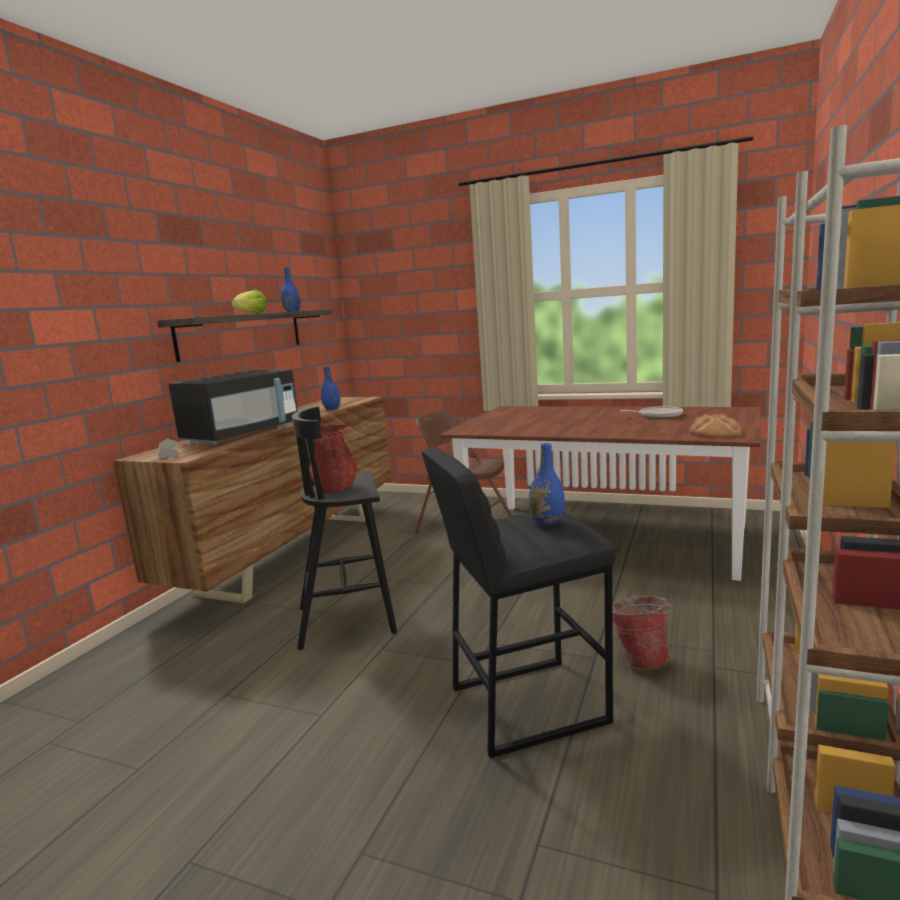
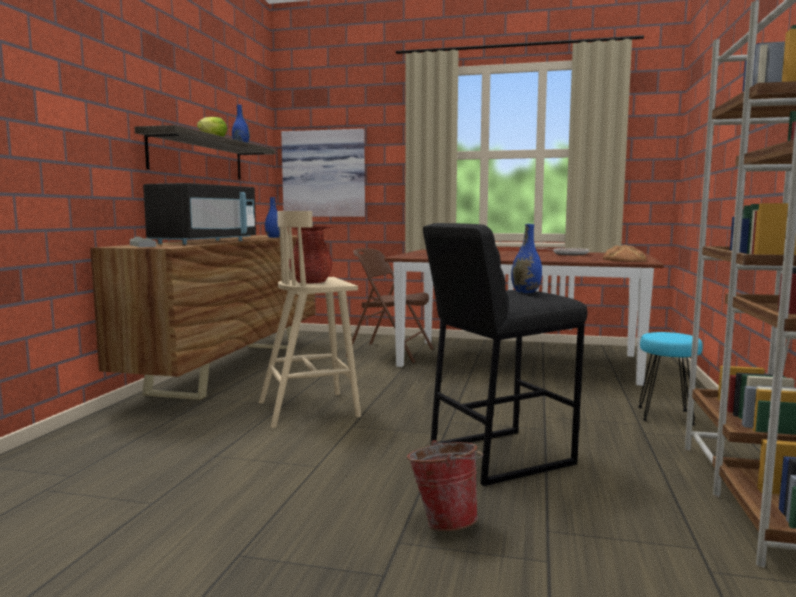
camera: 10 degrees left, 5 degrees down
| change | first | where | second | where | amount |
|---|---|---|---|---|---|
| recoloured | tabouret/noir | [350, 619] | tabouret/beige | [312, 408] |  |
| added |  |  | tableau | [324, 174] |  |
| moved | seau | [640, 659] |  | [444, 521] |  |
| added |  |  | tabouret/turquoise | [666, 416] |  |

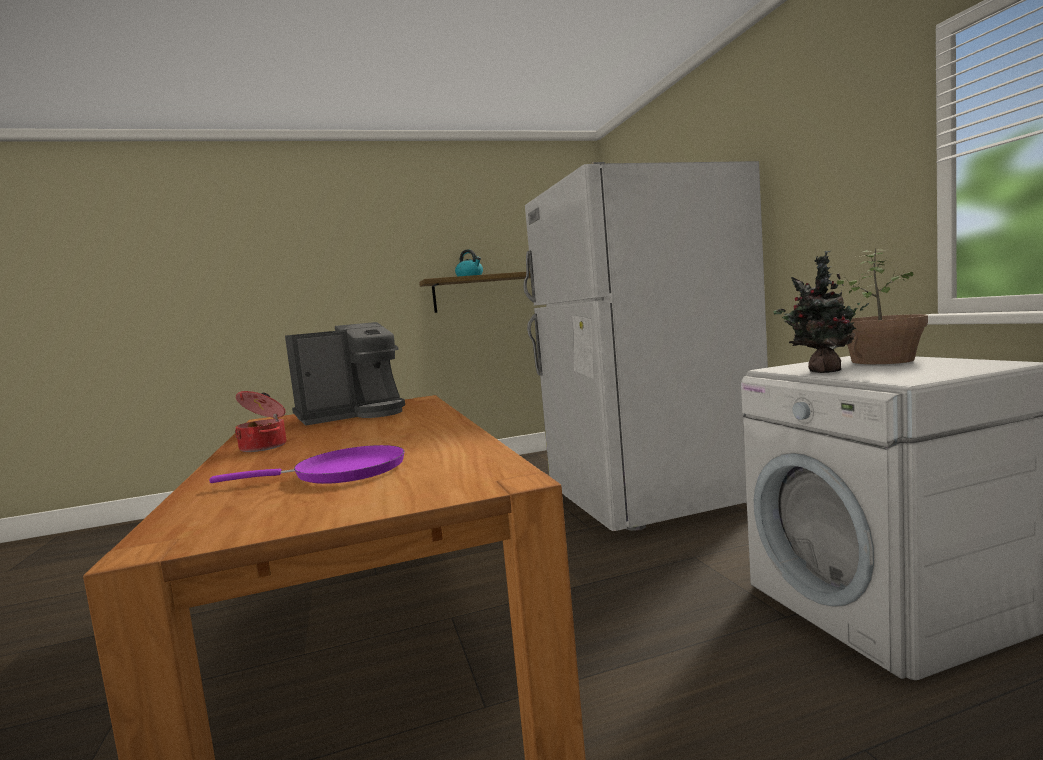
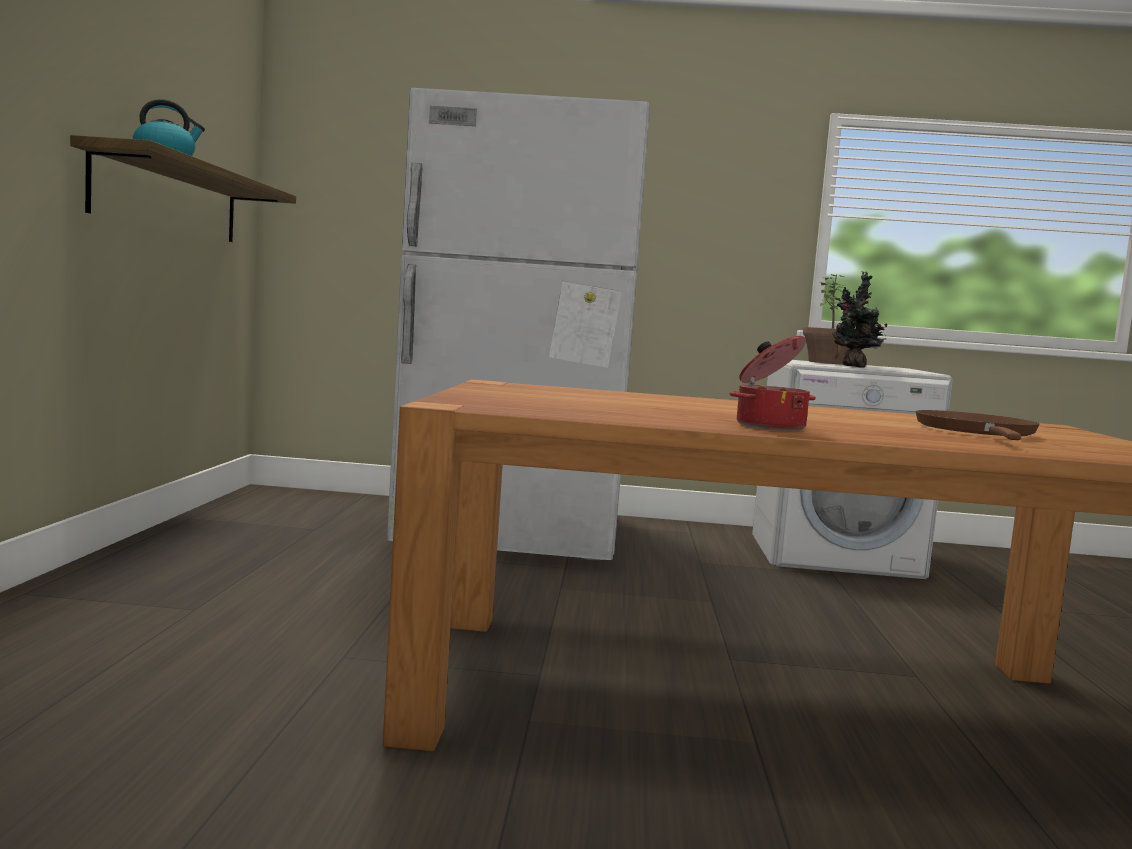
camera: 70 degrees left, 0 degrees up
| change | first | where | second | where | amount |
|---|---|---|---|---|---|
| recoloured | poêle/violet | [342, 472] | poêle/marron | [977, 432] |  |
| removed | machine à café | [353, 415] |  |  |  |

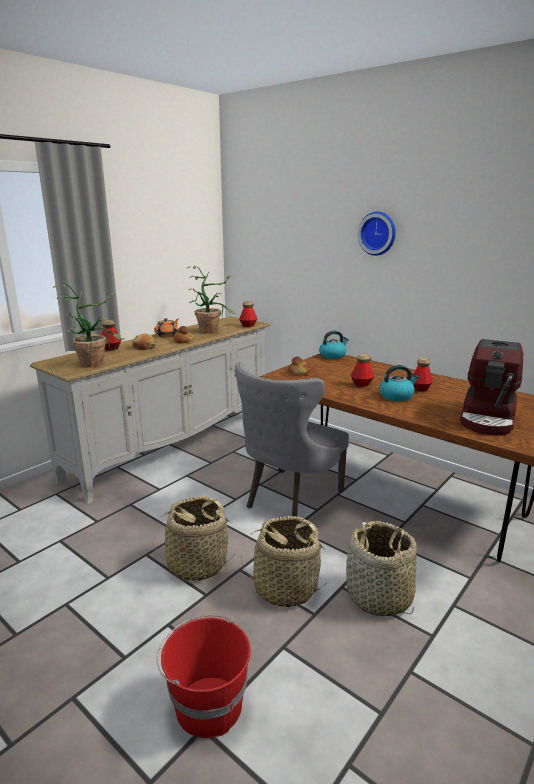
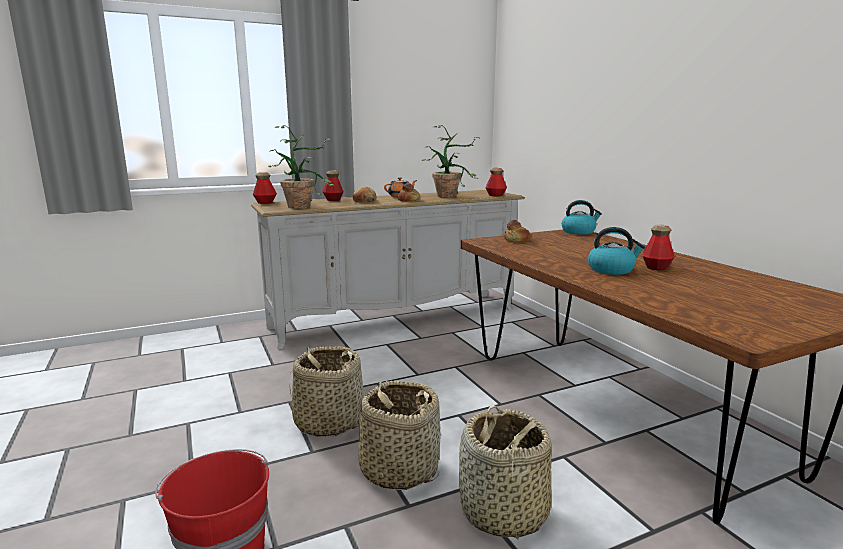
camera: 25 degrees right, 5 degrees down
| change | first | where | second | where | amount |
|---|---|---|---|---|---|
| moved | bouteille | [361, 384] |  | [265, 203] |  |
| removed | chaise/gris | [289, 499] |  |  |  |
| removed | horloge murale | [378, 233] |  |  |  |
| removed | machine à café | [488, 418] |  |  |  |

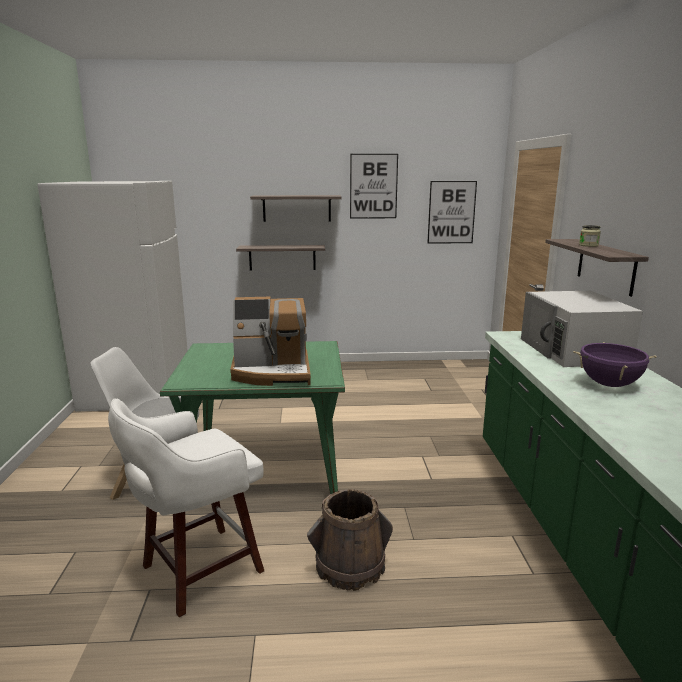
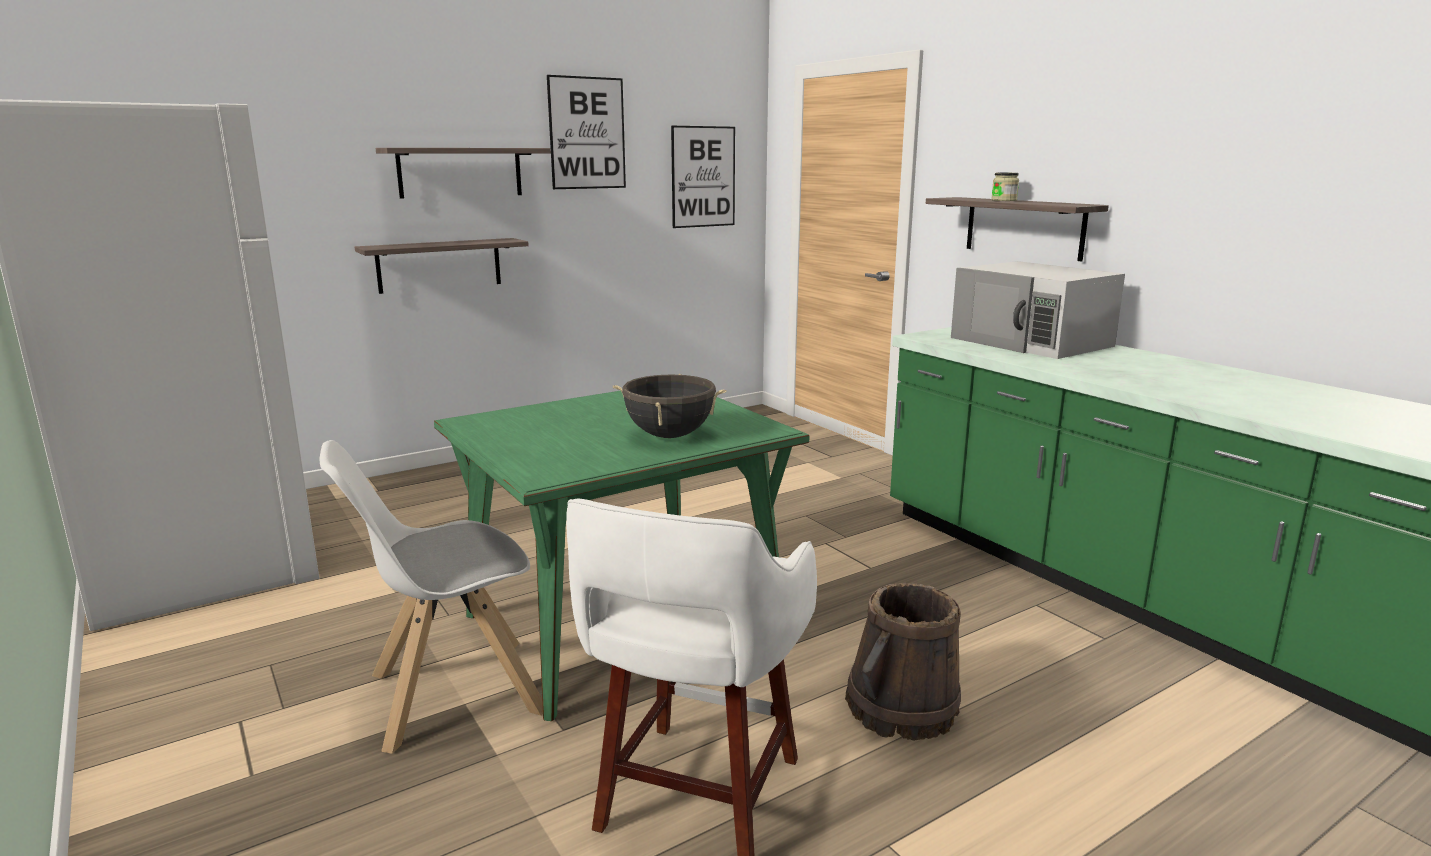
camera: 30 degrees left, 0 degrees up
| change | first | where | second | where | amount |
|---|---|---|---|---|---|
| replaced | machine à café | [272, 373] | marmite/noir | [669, 435] |  |
| removed | marmite/violet | [609, 384] |  |  |  |

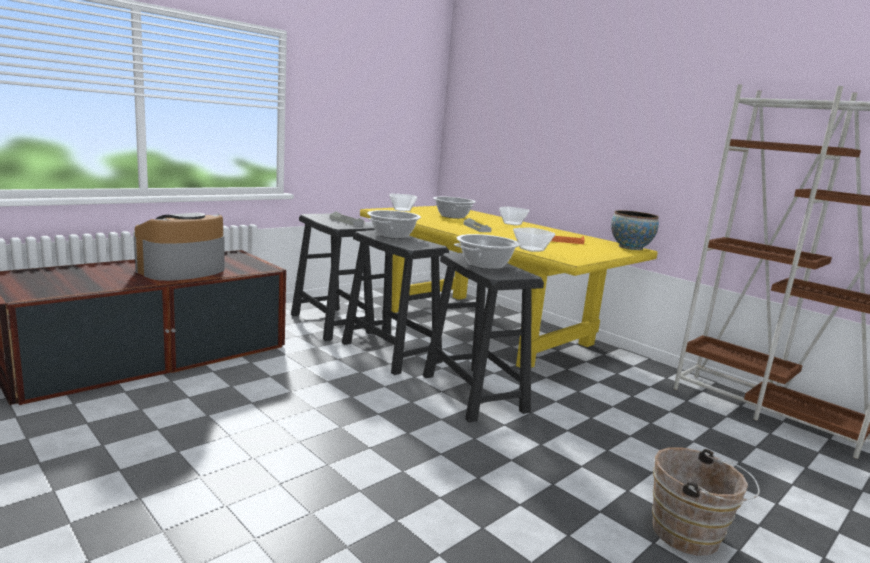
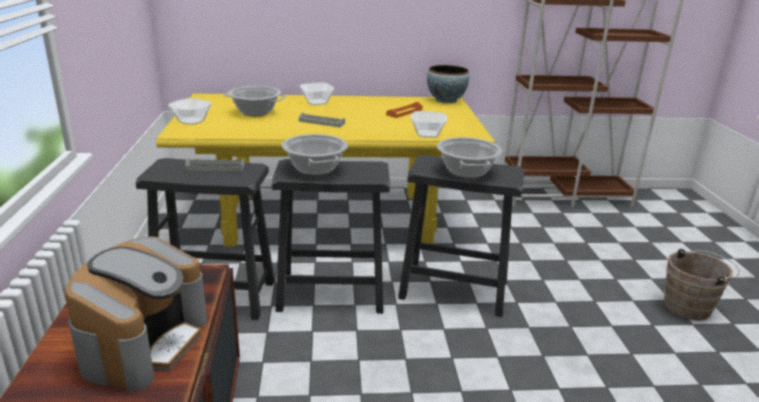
camera: 50 degrees left, 10 degrees up
| change | first | where | second | where | amount |
|---|---|---|---|---|---|
| turned | machine à café | [182, 271] |  | [144, 342] | 150 degrees counterclockwise |

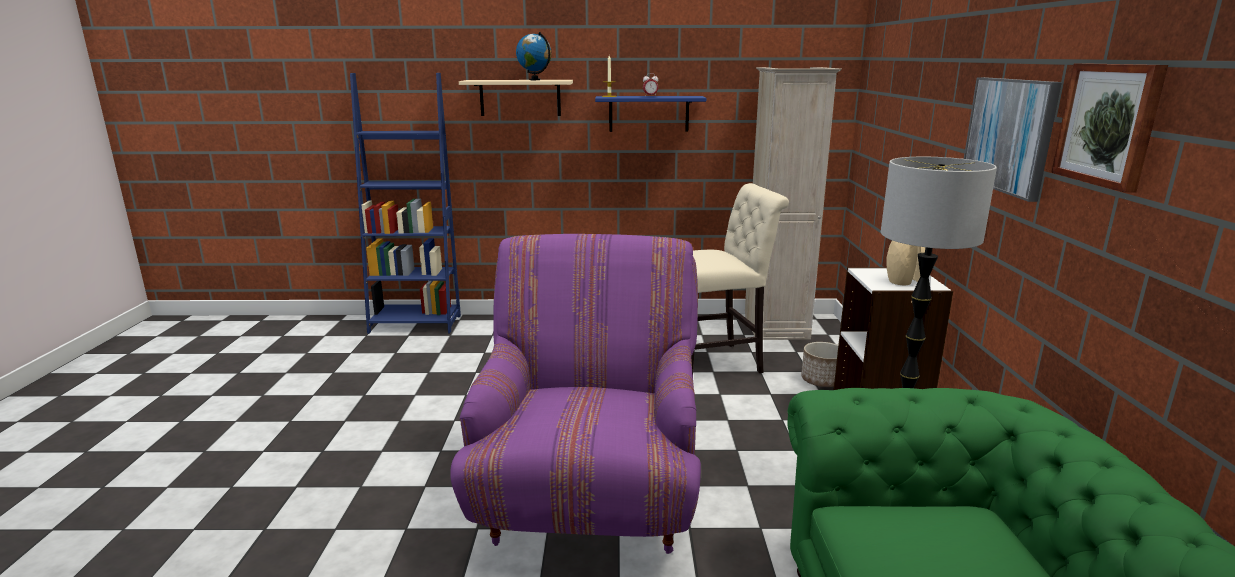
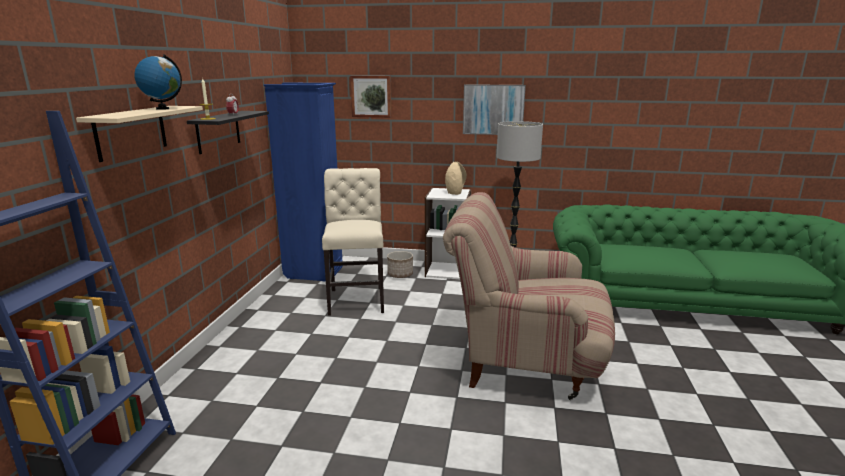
camera: 80 degrees left, 0 degrees up
| change | first | where | second | where | amount |
|---|---|---|---|---|---|
| recoloured | étagère/bleu | [649, 113] | étagère/noir | [218, 131] |  |
| recoloured | meuble de rangement/beige | [777, 327] | meuble de rangement/bleu | [314, 272] |  |
| moved | tableau | [1109, 124] |  | [371, 96] |  |
| recoloured | fauteuil/violet | [589, 502] | fauteuil/beige | [524, 362] |  |

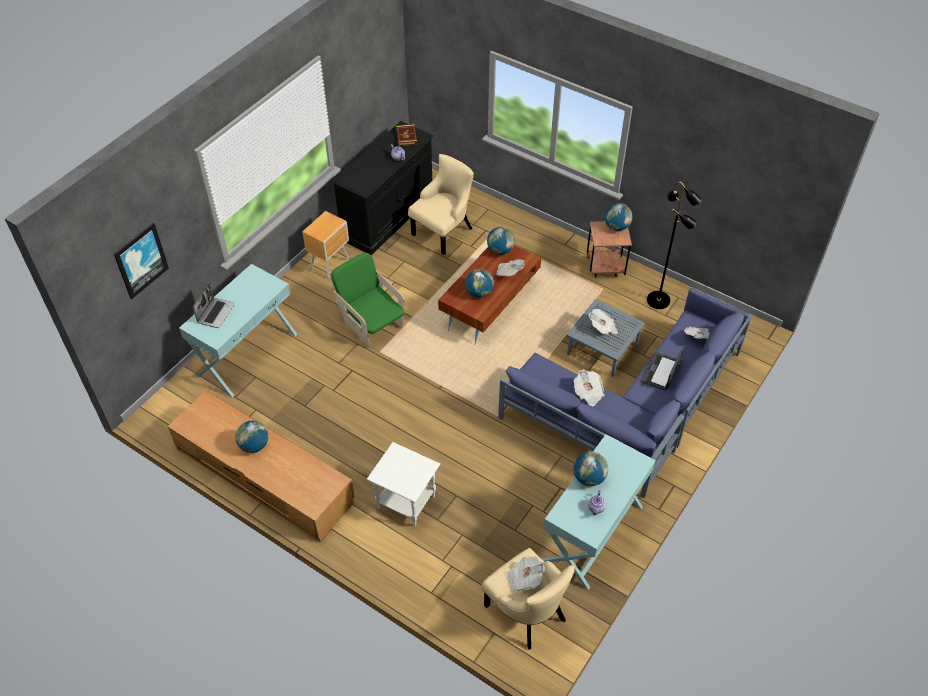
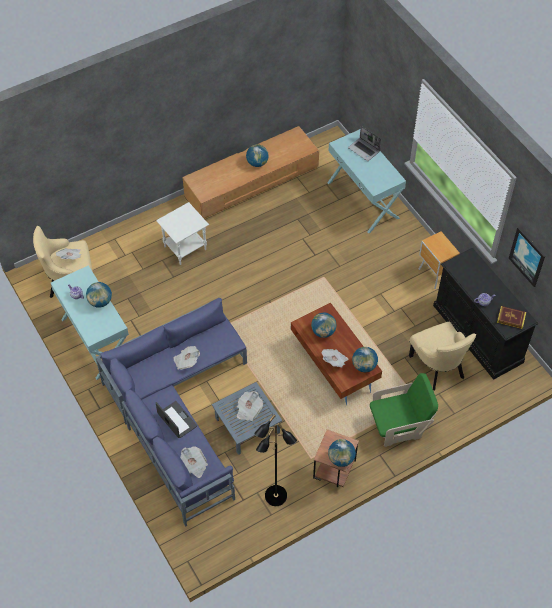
camera: 115 degrees right, 5 degrees up
| change | first | where | second | where | amount |
|---|---|---|---|---|---|
| moved | fauteuil/vert | [371, 324] |  | [399, 425] |  |
| moved | tableau | [140, 260] |  | [527, 256] |  |

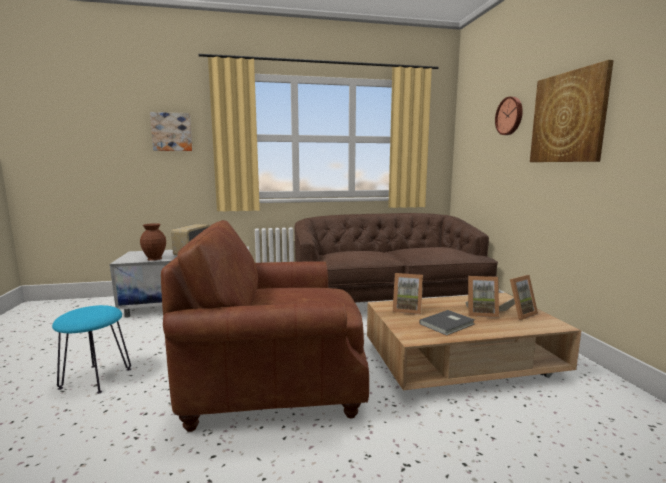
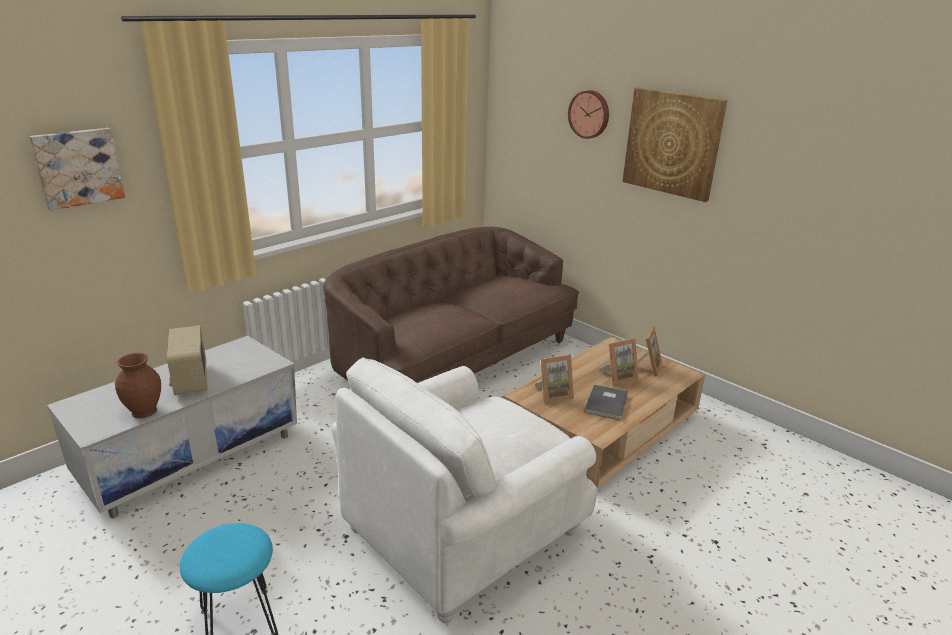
camera: 35 degrees left, 15 degrees up
| change | first | where | second | where | amount |
|---|---|---|---|---|---|
| recoloured | fauteuil/marron | [274, 384] | fauteuil/blanc | [464, 531] |  |

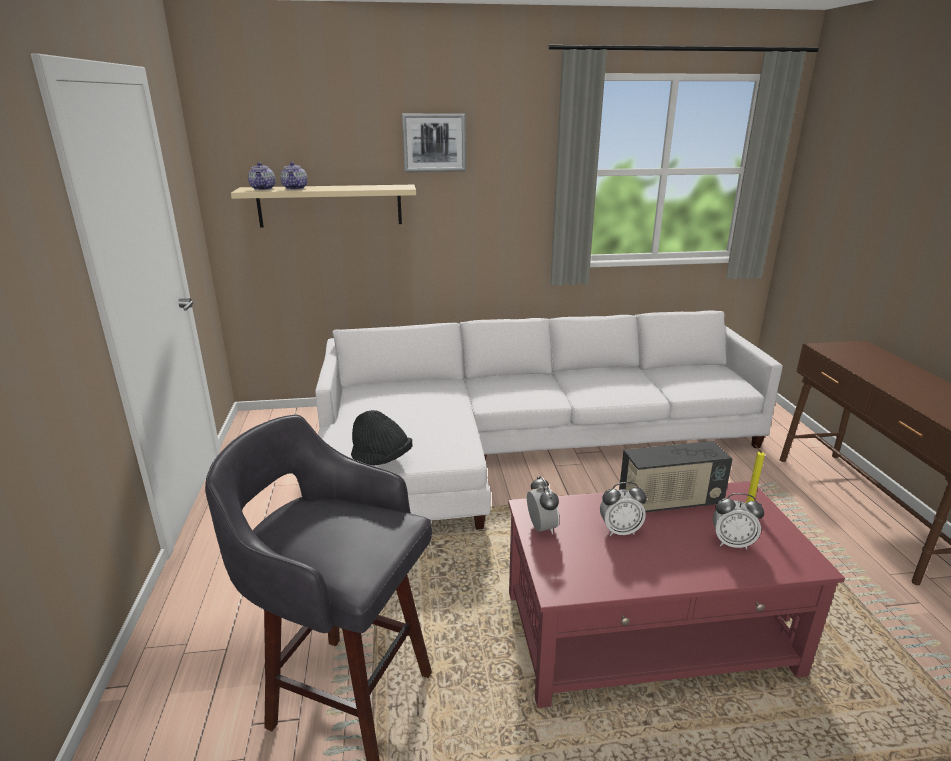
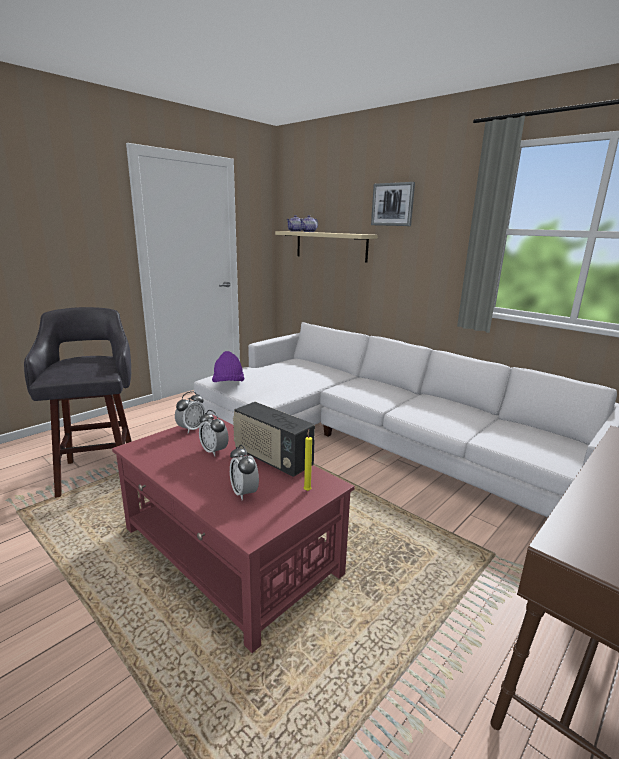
camera: 50 degrees right, 5 degrees down
| change | first | where | second | where | amount |
|---|---|---|---|---|---|
| recoloured | chapeau/noir | [381, 459] | chapeau/violet | [228, 384] |  |

